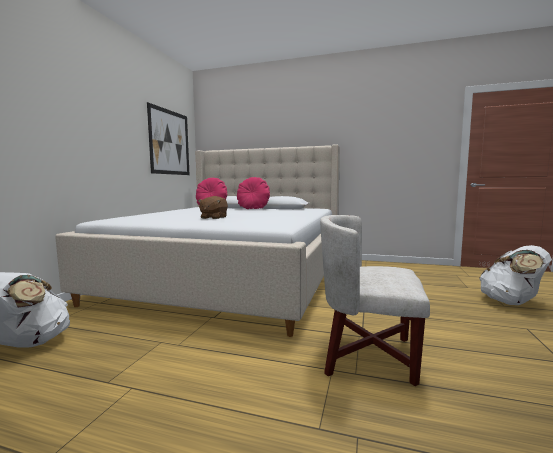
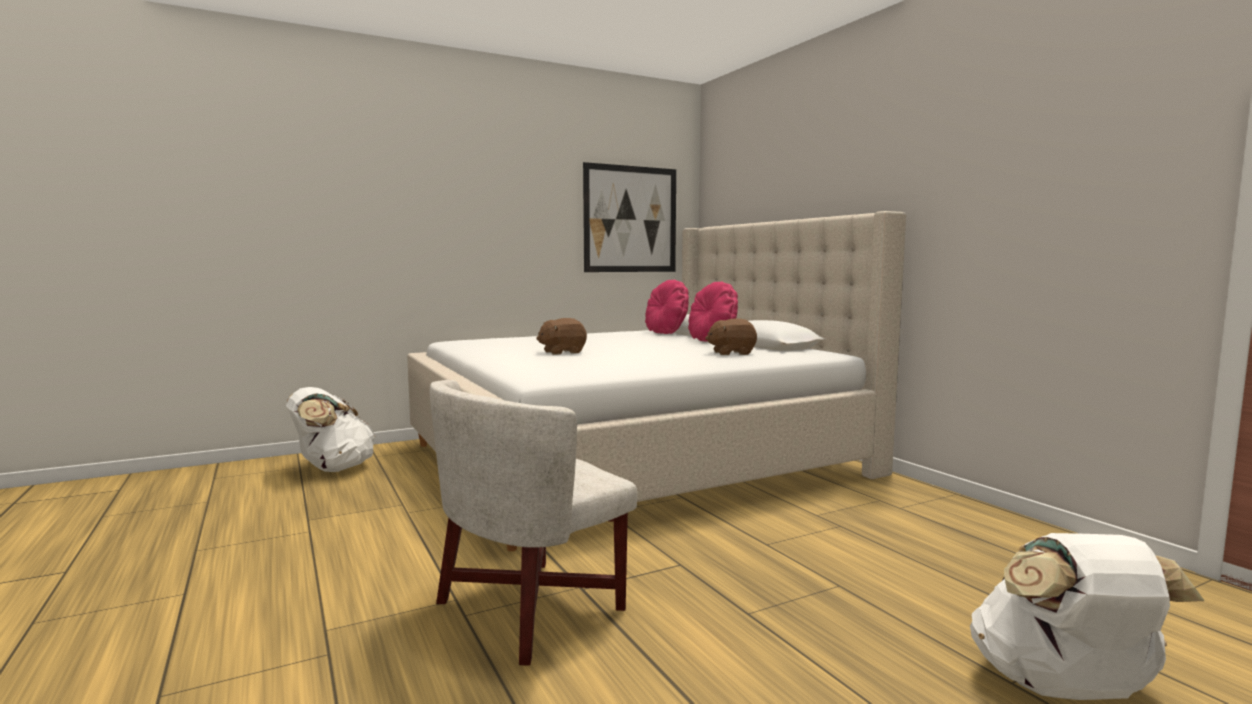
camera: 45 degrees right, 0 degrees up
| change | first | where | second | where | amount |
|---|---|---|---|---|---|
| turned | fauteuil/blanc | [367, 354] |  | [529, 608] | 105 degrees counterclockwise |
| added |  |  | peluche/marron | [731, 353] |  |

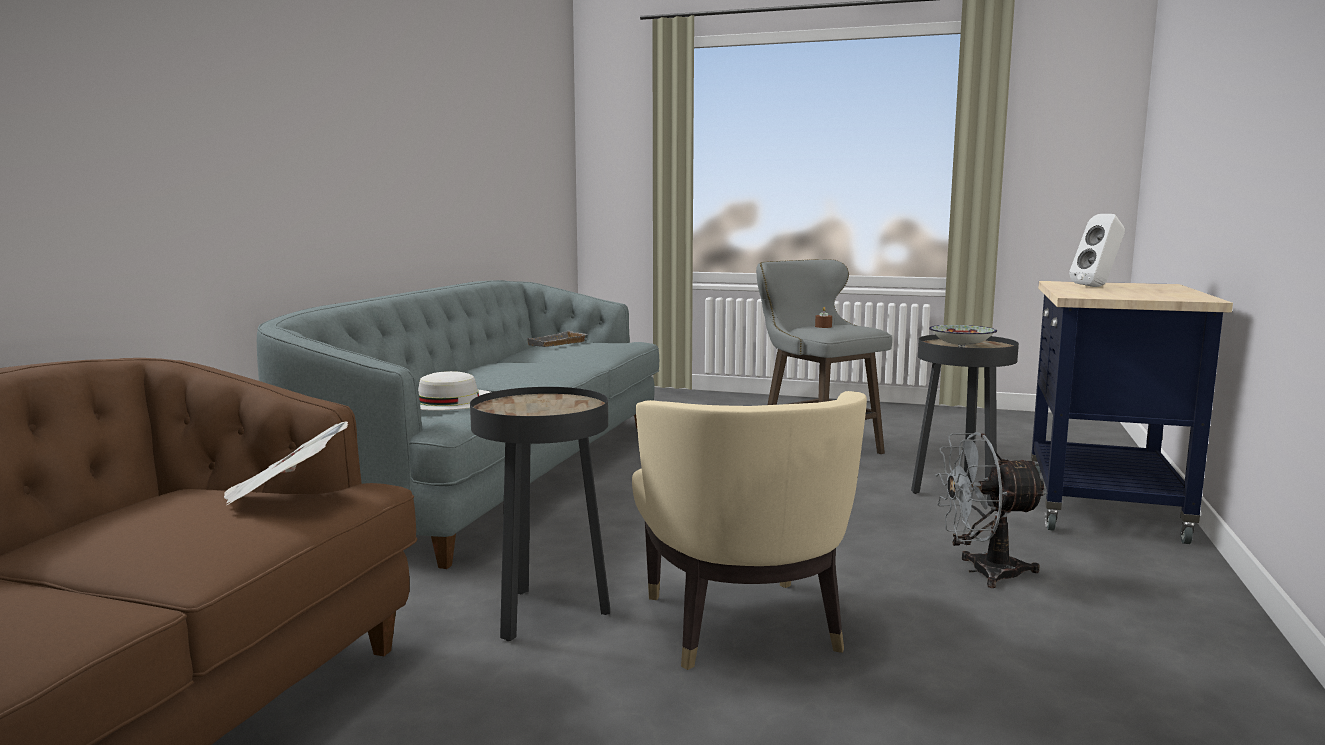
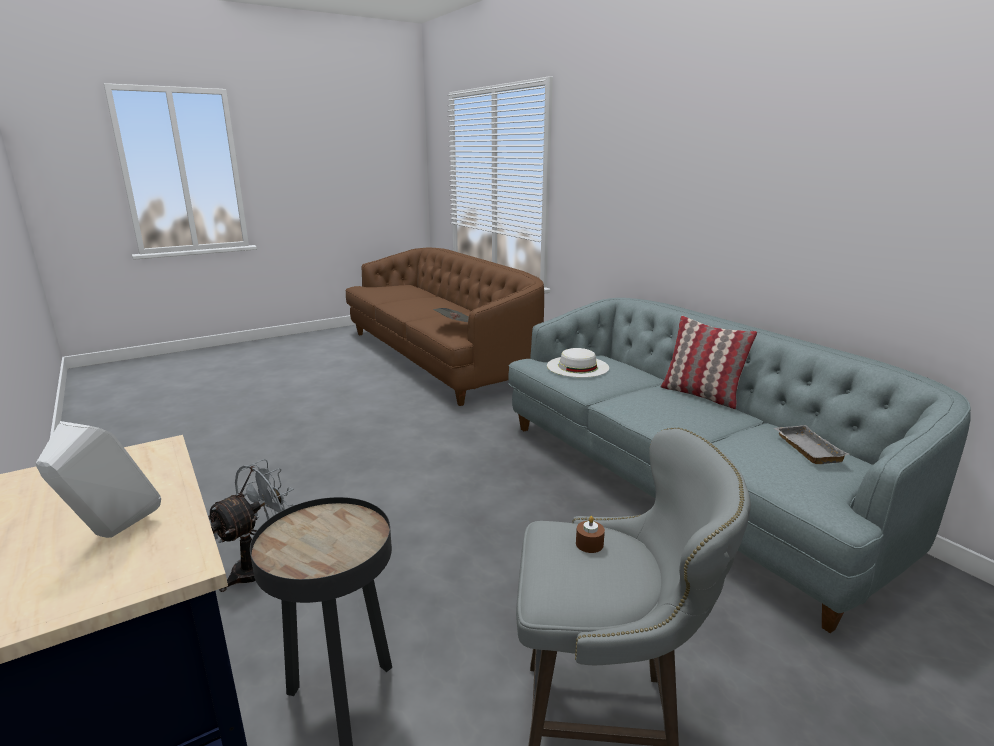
camera: 130 degrees right, 10 degrees up
| change | first | where | second | where | amount |
|---|---|---|---|---|---|
| added |  |  | coussin | [701, 395] |  |
| removed | table d'appoint/noir | [544, 614] |  |  |  |
| removed | fauteuil/beige | [742, 625] |  |  |  |
| removed | bol | [961, 346] |  |  |  |

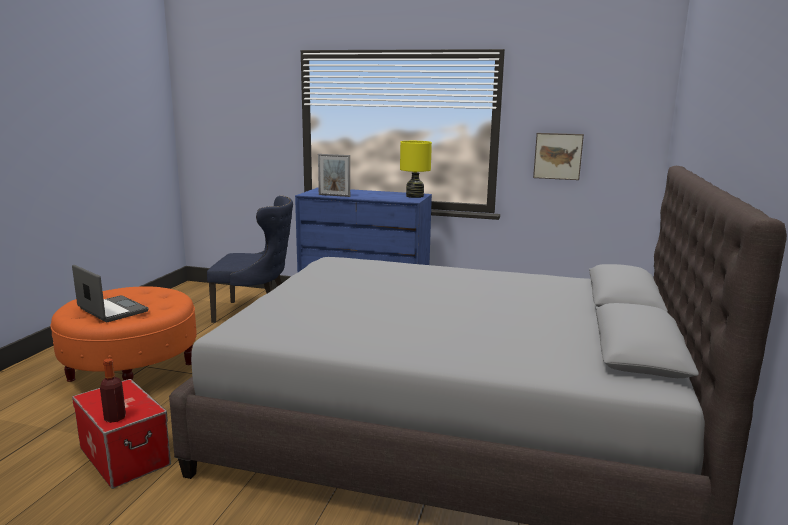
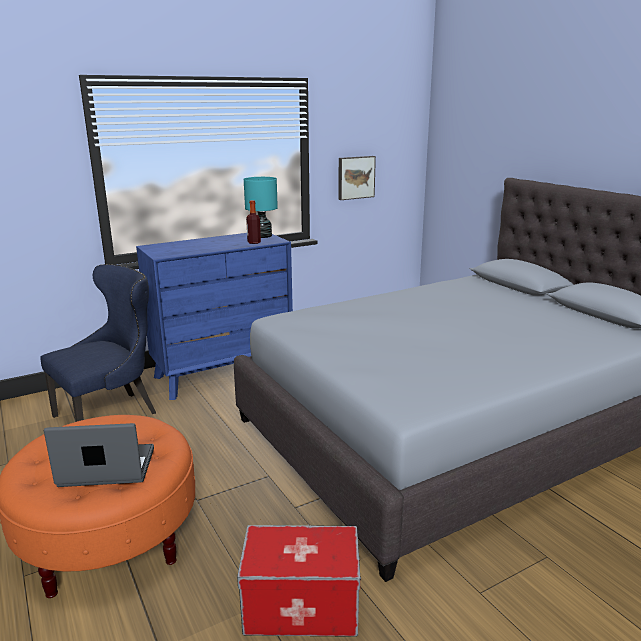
camera: 45 degrees left, 5 degrees up
| change | first | where | second | where | amount |
|---|---|---|---|---|---|
| recoloured | lampe de table/jaune | [414, 196] | lampe de table/turquoise | [262, 236] |  |
| moved | bouteille | [115, 418] |  | [254, 242] |  |
| removed | cadre photo | [334, 195] |  |  |  |

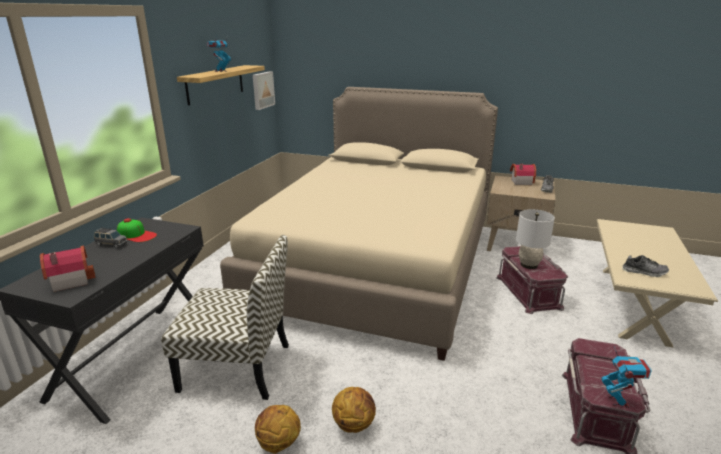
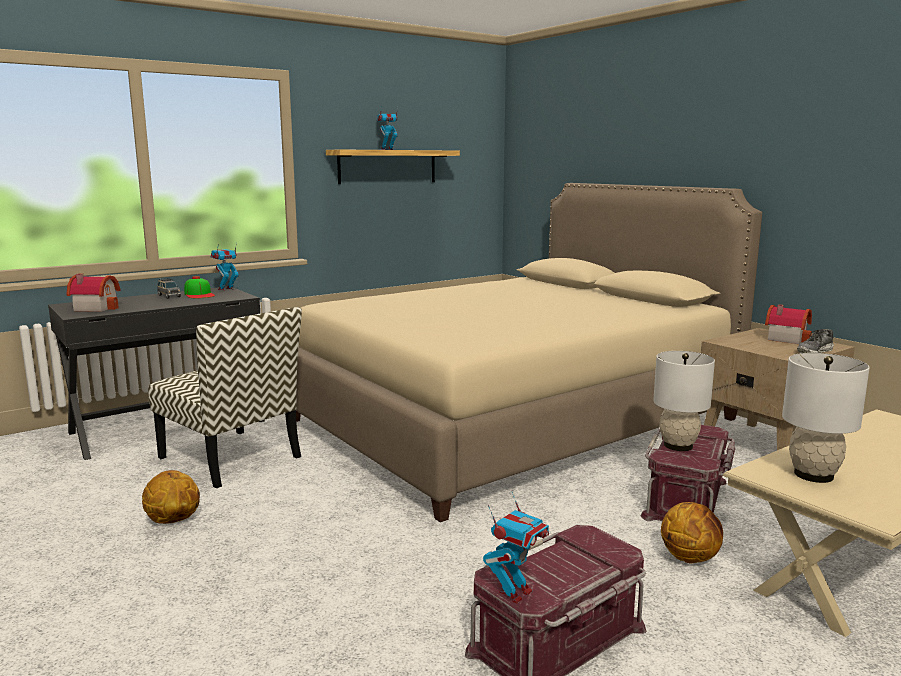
camera: 35 degrees right, 10 degrees down
| change | first | where | second | where | amount |
|---|---|---|---|---|---|
| added |  |  | robot jouet | [226, 289] |  |
| moved | ballon de basket | [354, 424] |  | [690, 557] |  |
| replaced | chaussure | [644, 272] | lampe de table/blanc | [813, 475] |  |
| removed | tableau | [262, 90] |  |  |  |

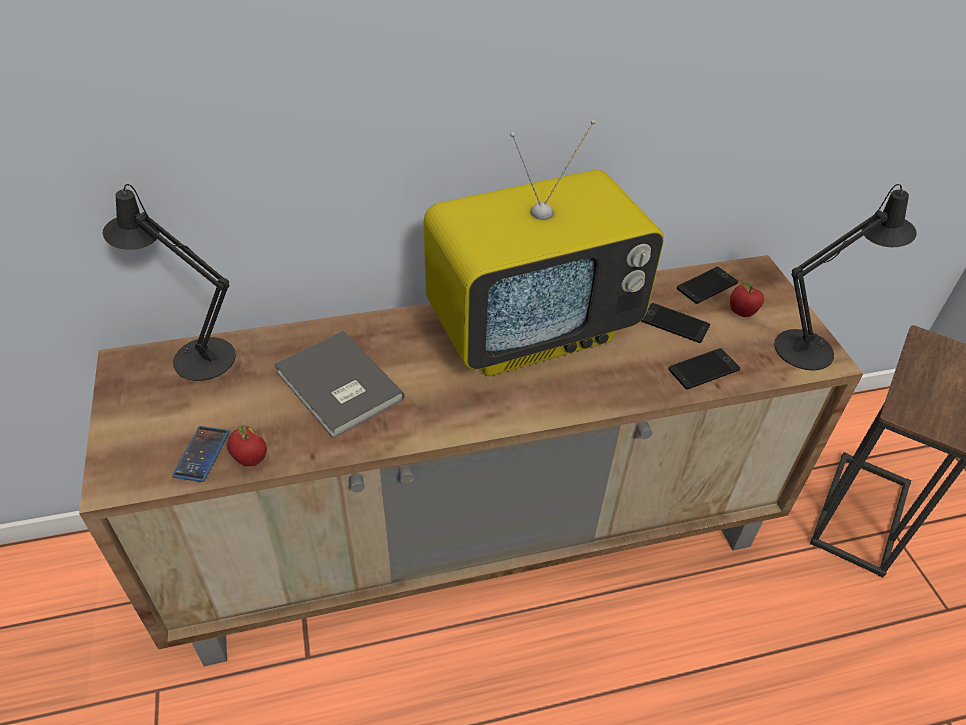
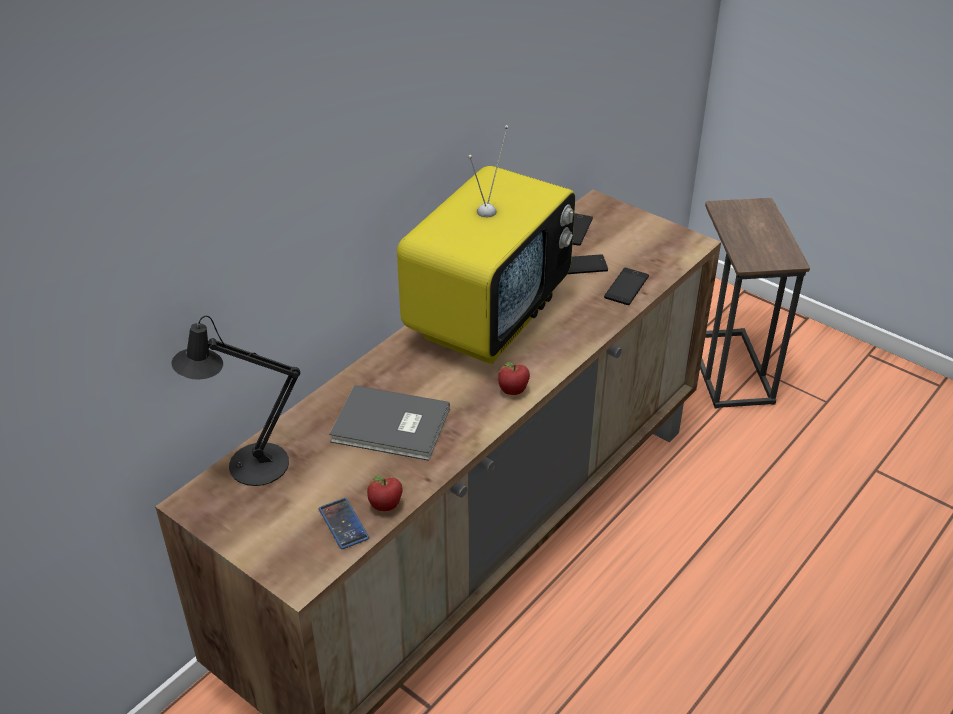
camera: 35 degrees left, 5 degrees down
| change | first | where | second | where | amount |
|---|---|---|---|---|---|
| moved | pomme | [741, 313] |  | [513, 392] |  |
| removed | lampe de table/noir | [811, 348] |  |  |  |

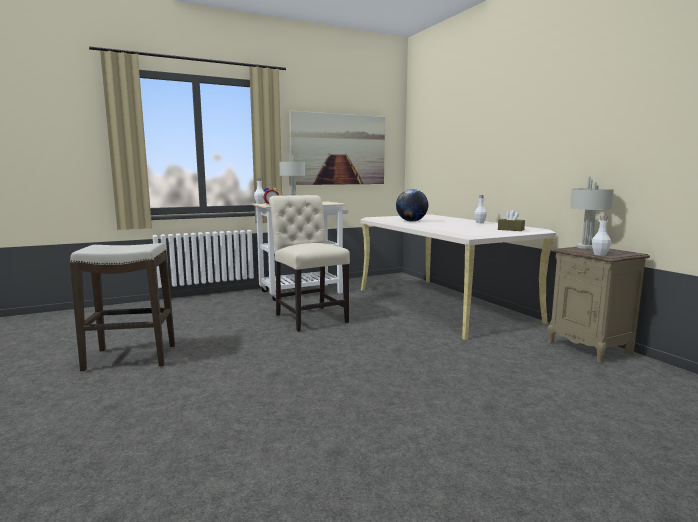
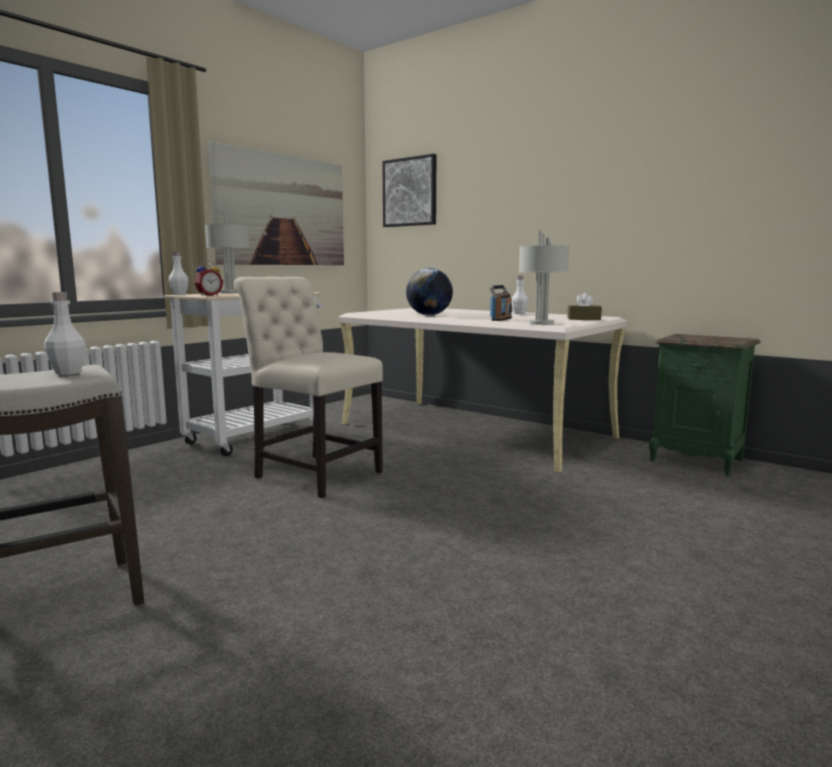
camera: 25 degrees left, 0 degrees up
| change | first | where | second | where | amount |
|---|---|---|---|---|---|
| moved | bouteille/blanc | [600, 254] |  | [68, 372] |  |
| added |  |  | tableau | [410, 192] |  |
| added |  |  | radio | [501, 319] |  |
| moved | lampe de table/gris | [587, 247] |  | [541, 323] |  |
| recoloured | table de chevet/beige | [588, 348] | table de chevet/vert | [696, 461] |  |

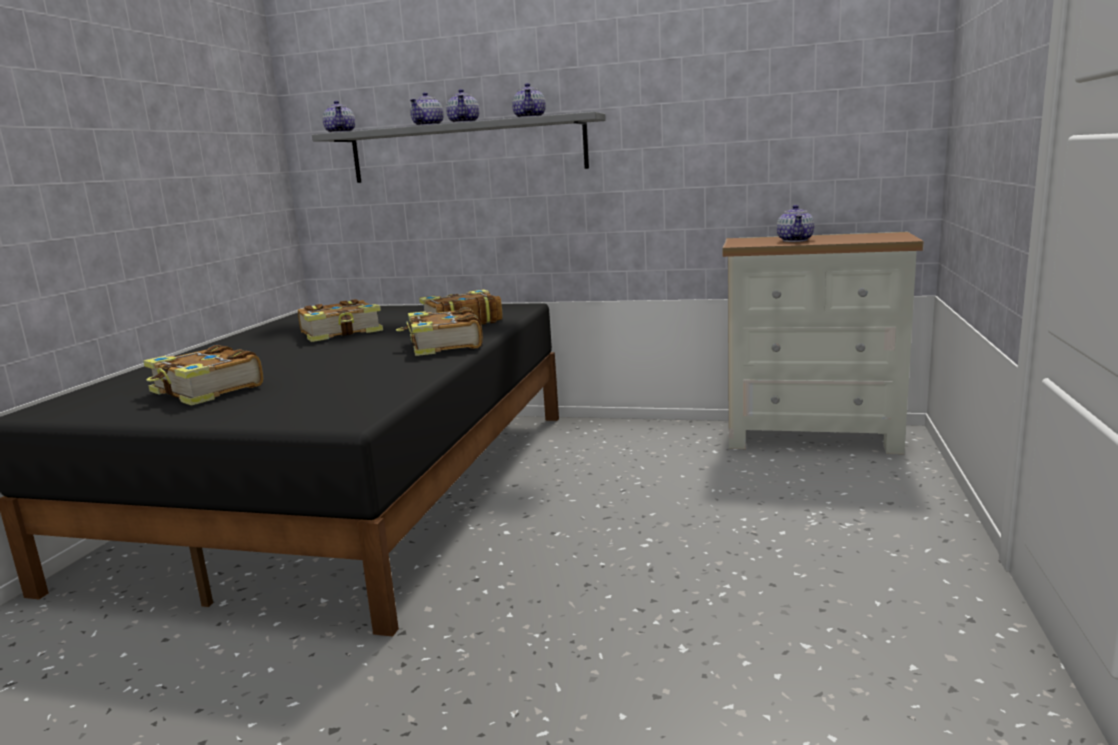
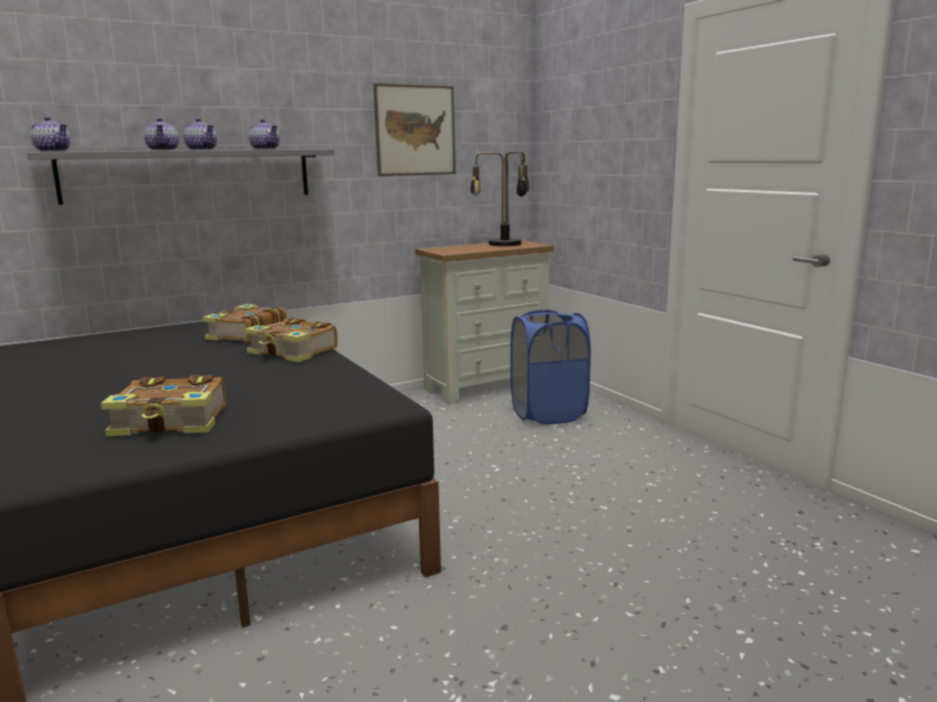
camera: 45 degrees left, 0 degrees up
| change | first | where | second | where | amount |
|---|---|---|---|---|---|
| added |  |  | tableau | [415, 130] |  |
| added |  |  | lampe de table | [505, 244] |  |
| added |  |  | panier à linge/bleu | [548, 413] |  |
| removed | livre | [342, 333] |  |  |  |
| removed | théière | [795, 240] |  |  |  |

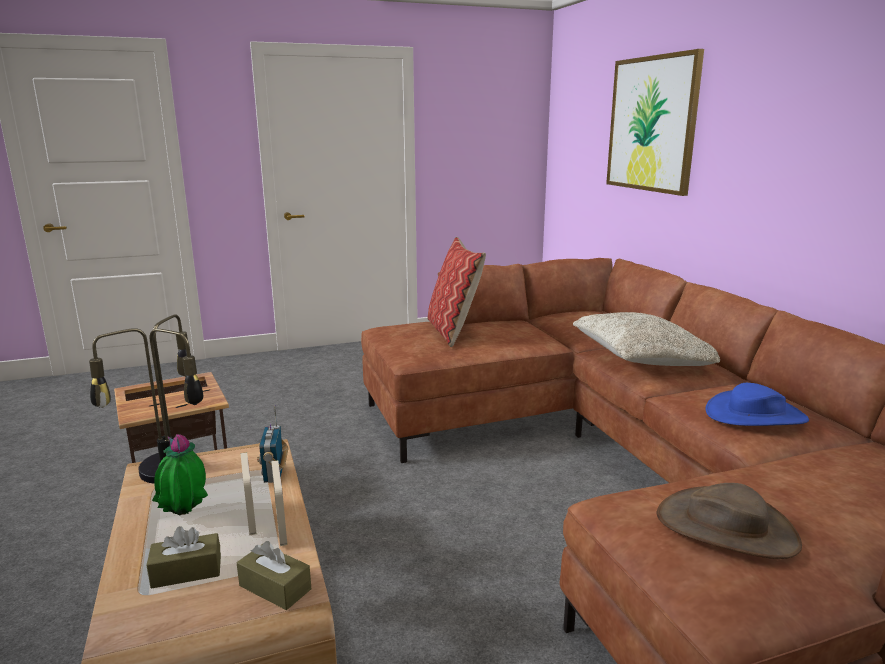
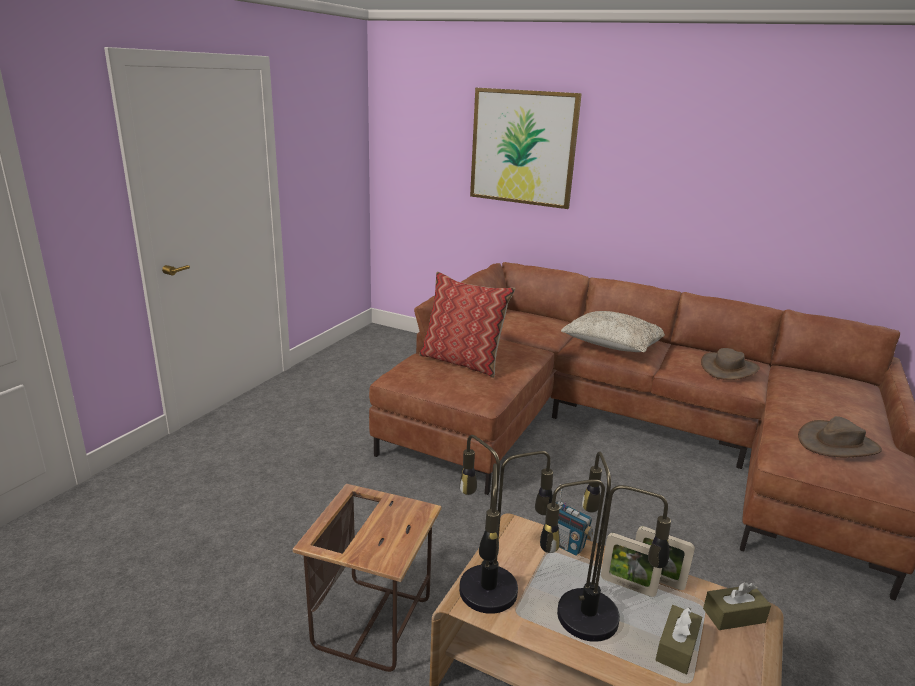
camera: 45 degrees left, 5 degrees up
| change | first | where | second | where | amount |
|---|---|---|---|---|---|
| replaced | plante en pot | [185, 516] | lampe de table | [588, 615] |  |
| recoloured | chapeau/bleu | [755, 415] | chapeau/marron | [729, 368] |  |

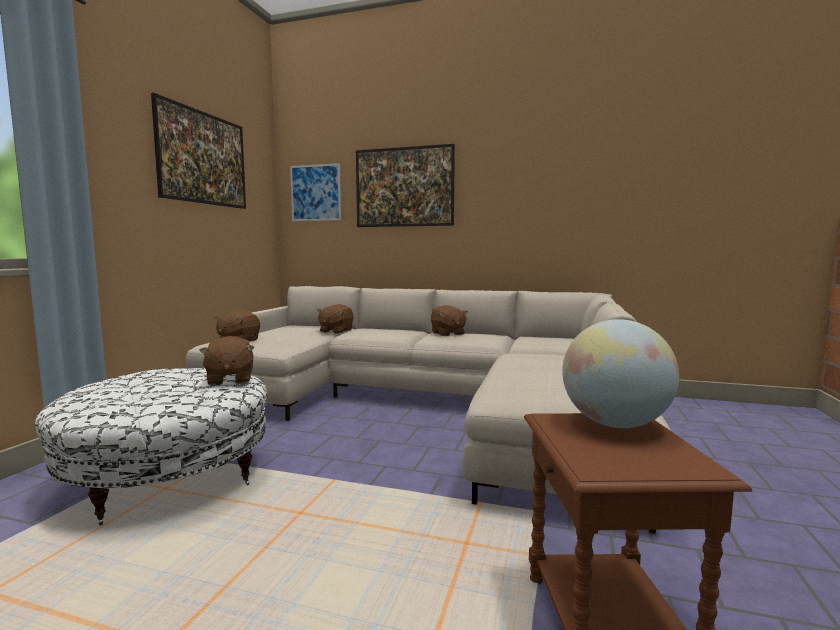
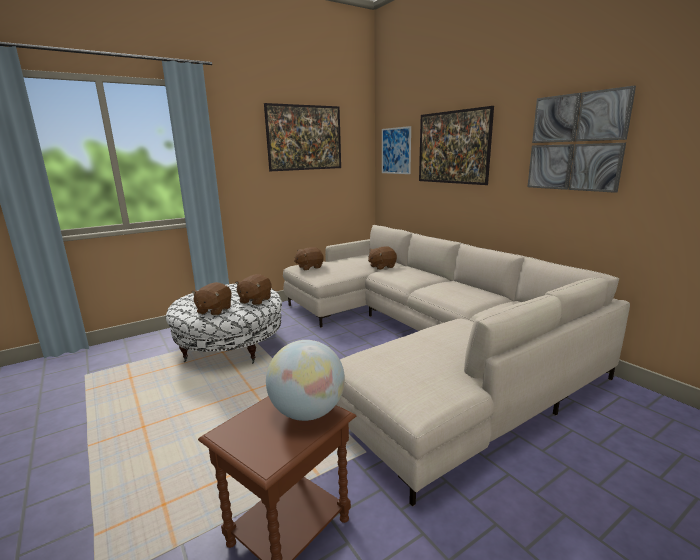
camera: 40 degrees right, 10 degrees up
| change | first | where | second | where | amount |
|---|---|---|---|---|---|
| moved | peluche/marron | [447, 333] |  | [214, 310] |  |
| added |  |  | tableau | [576, 142] |  |

